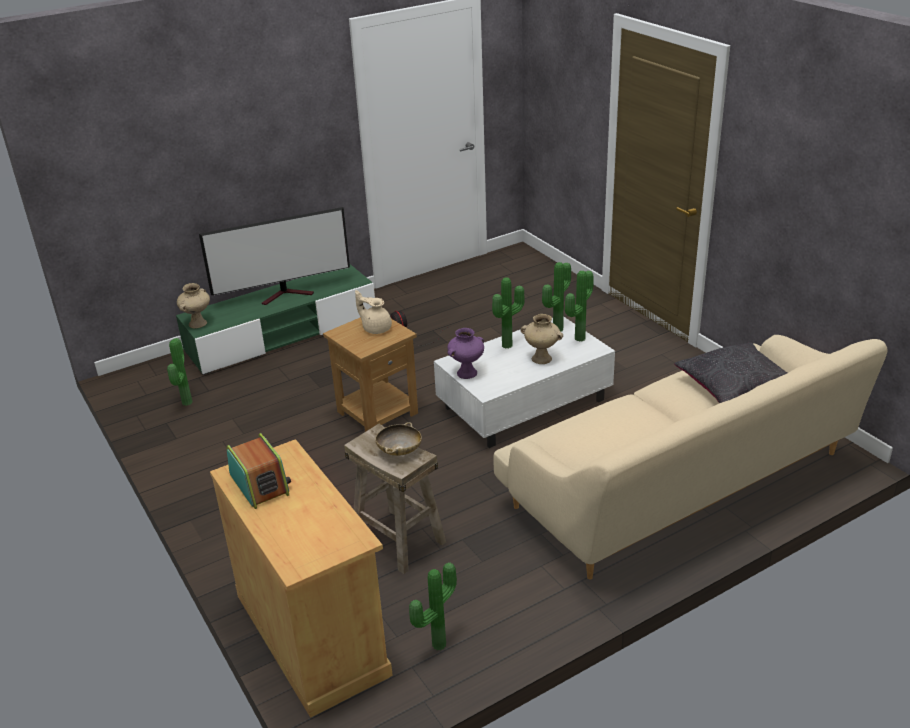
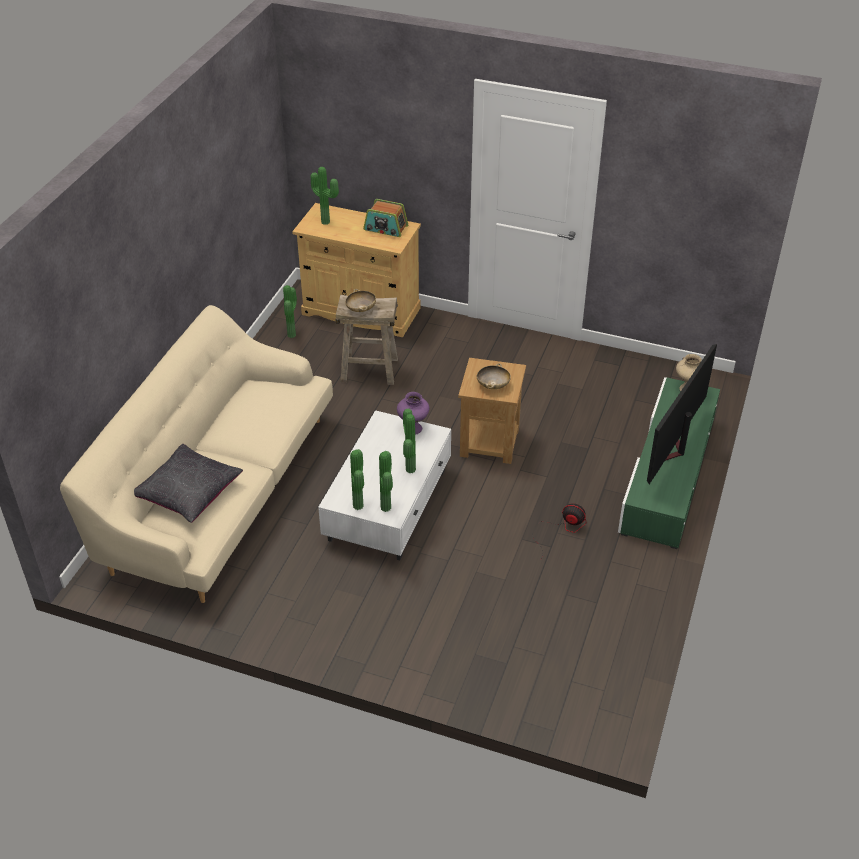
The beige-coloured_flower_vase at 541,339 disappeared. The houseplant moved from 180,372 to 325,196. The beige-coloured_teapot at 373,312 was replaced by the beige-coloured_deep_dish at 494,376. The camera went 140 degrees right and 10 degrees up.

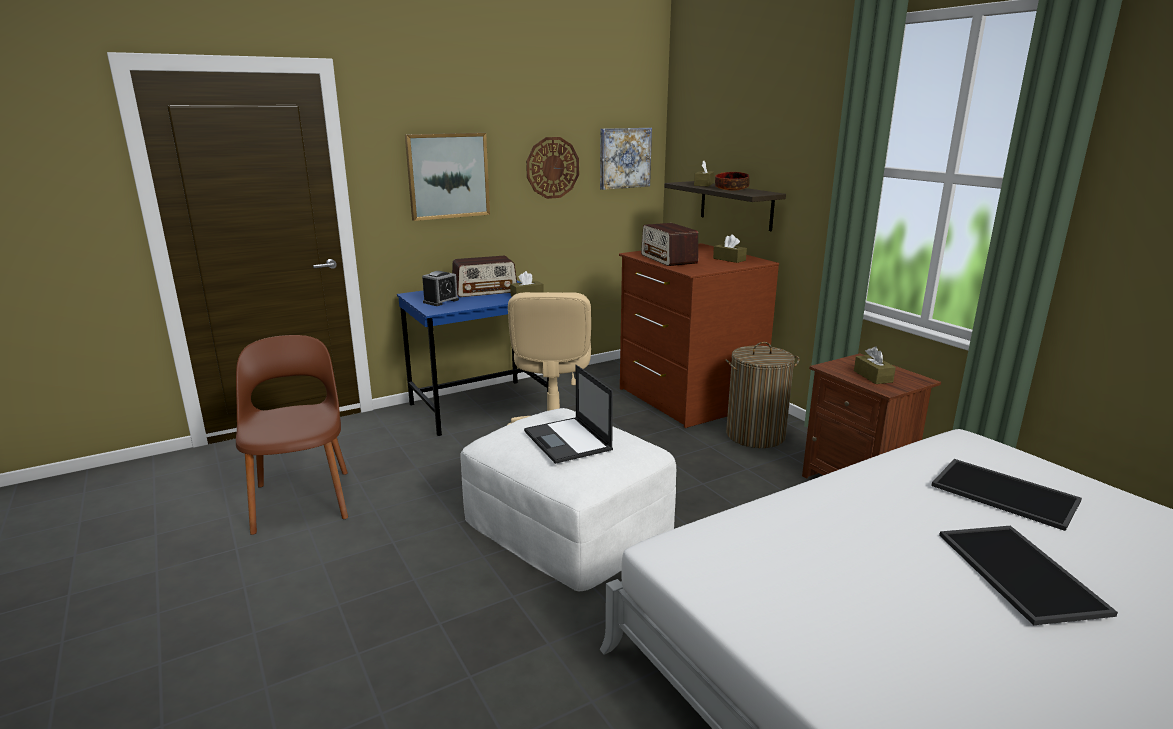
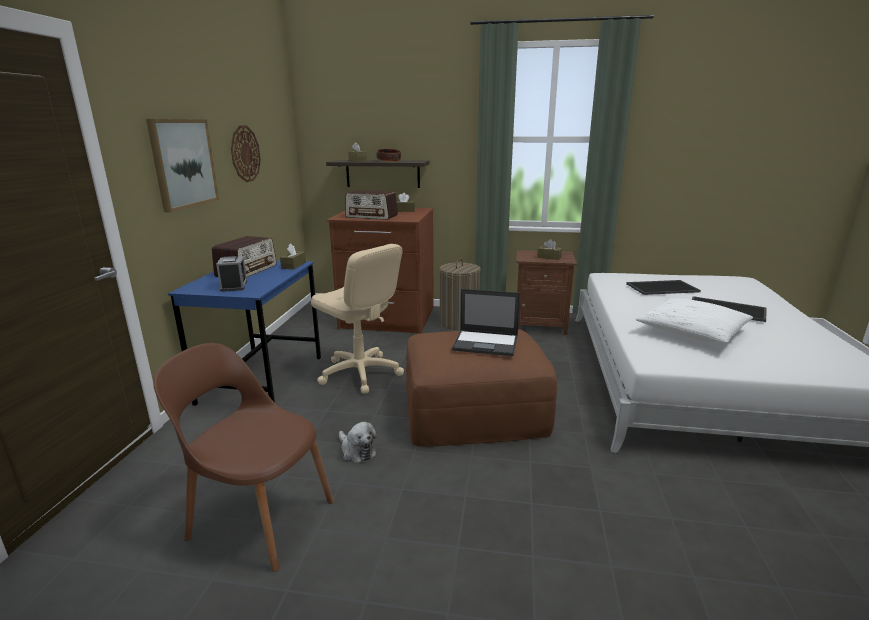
The wall_picture at 626,159 disappeared. The plush_toy at 358,442 appeared. The whitish_cushion at 694,320 appeared. The whitish_footrest at 568,499 became the brown_footrest at 481,387. The camera went 50 degrees left and 0 degrees up.

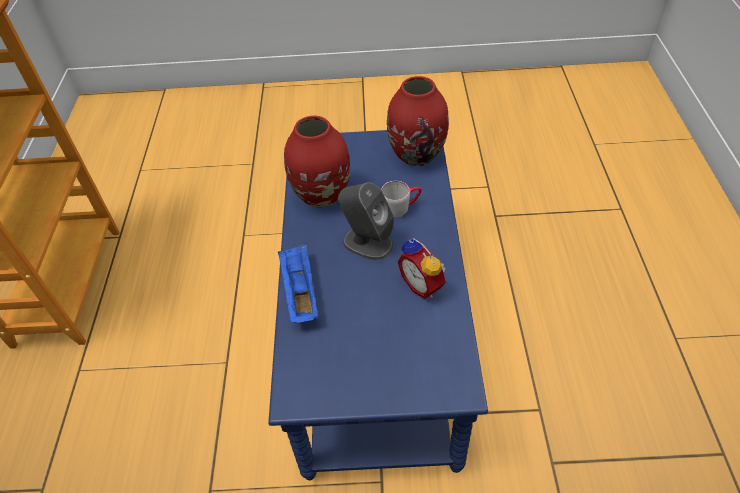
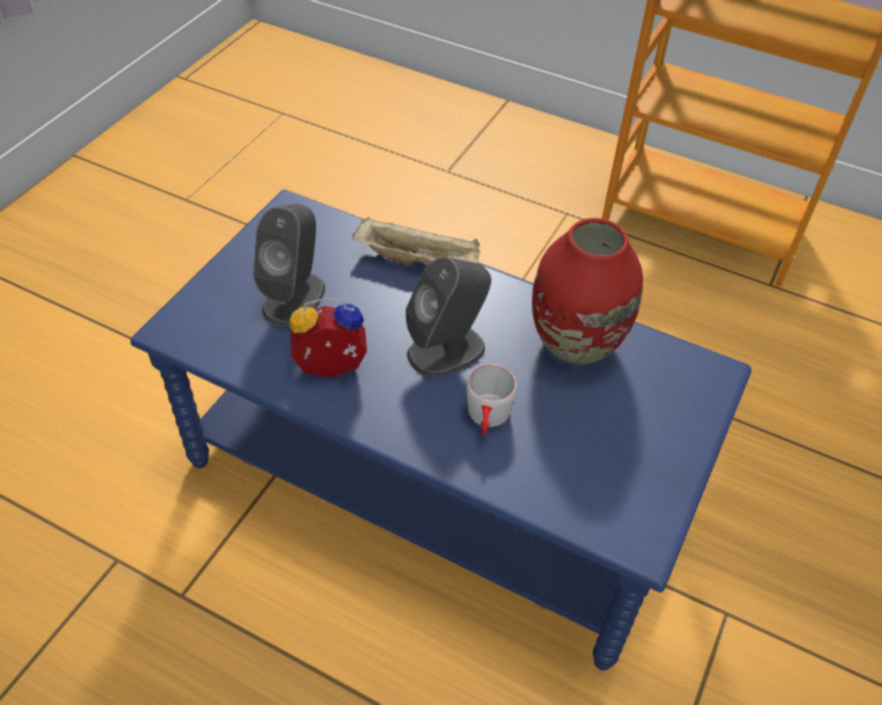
The red_flower_vase at 418,121 disappeared. The gray_speaker at 289,265 appeared. The blue_tray at 298,283 became the beige-coloured_tray at 416,241. The camera went 115 degrees right and 0 degrees up.

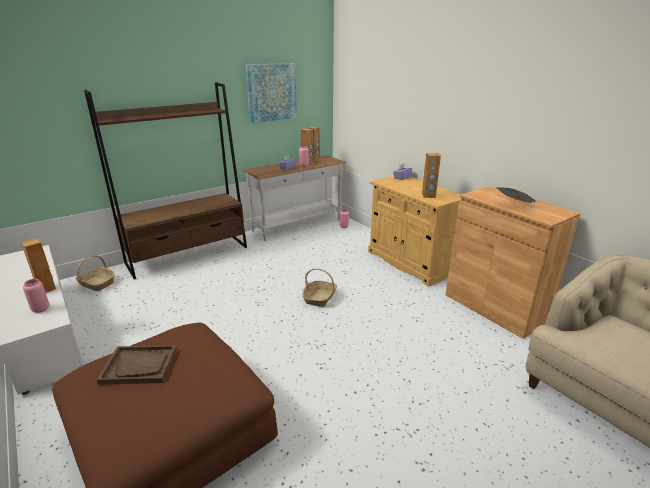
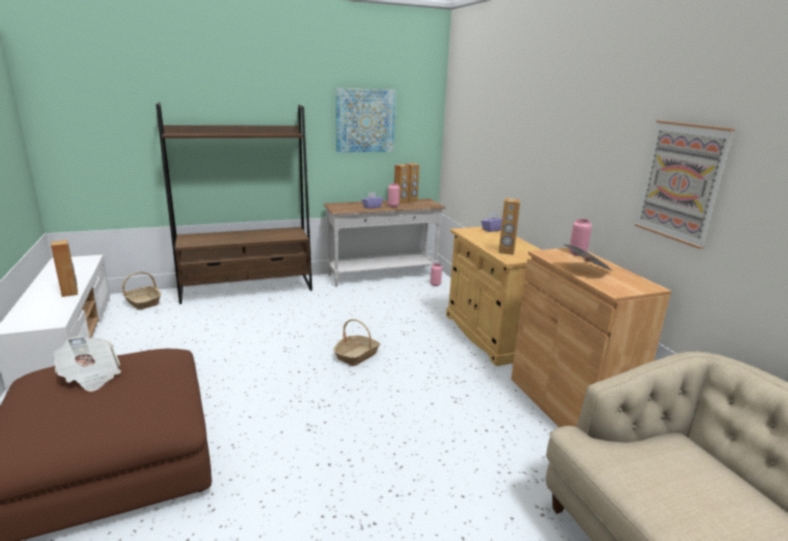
The wall_picture at 685,184 appeared. The pink_flower_vase moved from 36,296 to 580,237. The brown_tray at 137,365 was replaced by the printed_paper at 87,364. The camera went 15 degrees right and 5 degrees down.

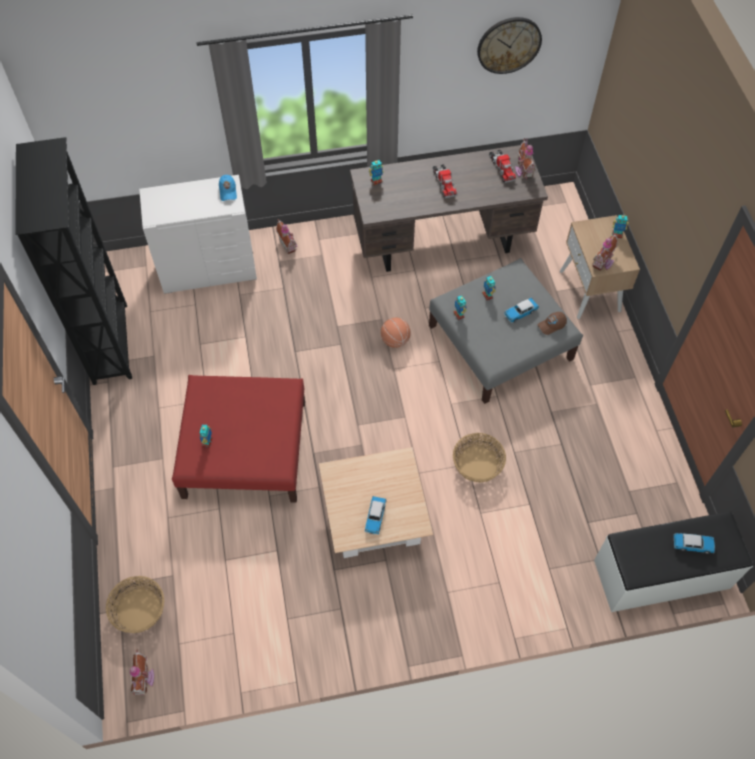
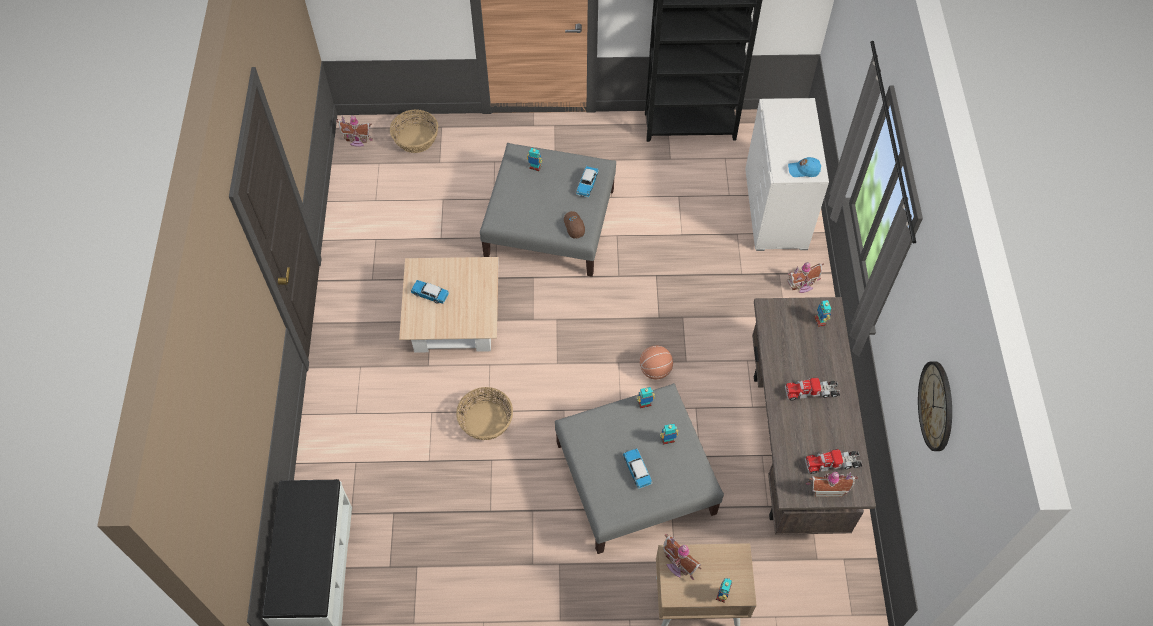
The brown_baseball_cap moved from 552,323 to 574,225. The miniature_car moved from 694,543 to 587,181. The red_footrest at 238,439 became the gray_footrest at 548,210. The camera went 100 degrees right and 0 degrees up.

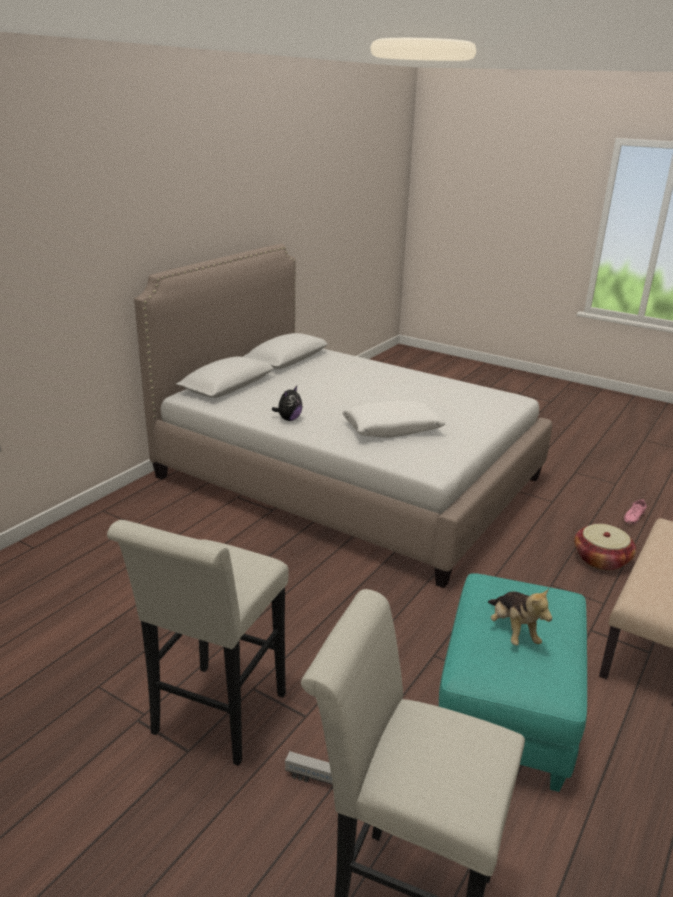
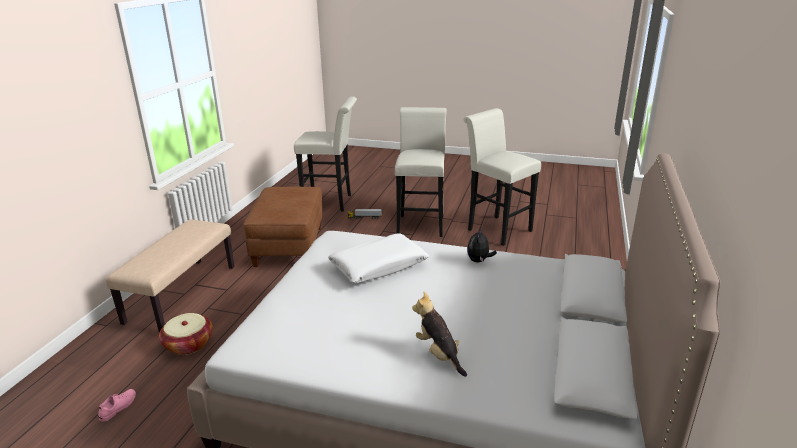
The whitish_stool_seat at 502,177 appeared. The plush_toy moved from 520,616 to 439,334. The turquoise-coloured_footrest at 513,682 became the brown_footrest at 283,227. The camera went 165 degrees right and 0 degrees up.

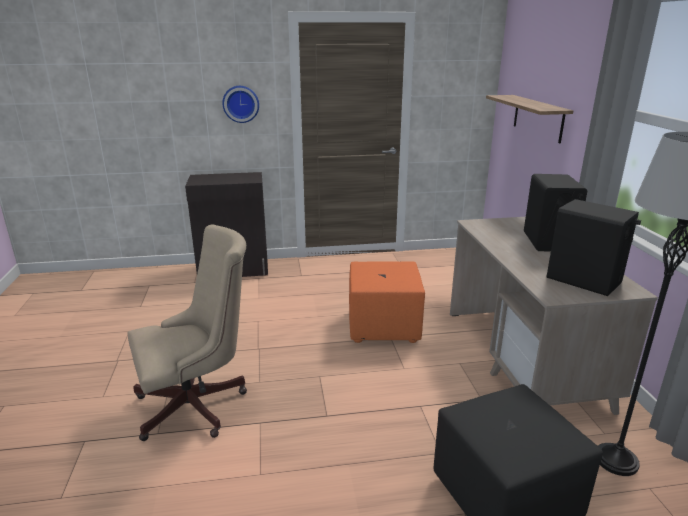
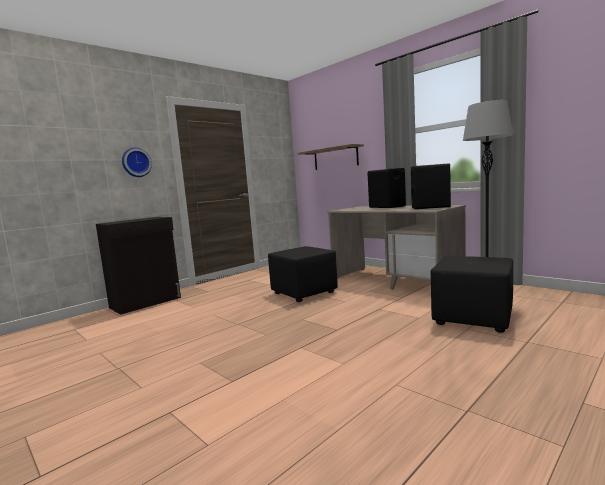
The beige-coloured_desk_chair at 187,333 disappeared. The orangey_footrest at 387,302 became the black-coloured_footrest at 303,274. The camera went 35 degrees left and 15 degrees down.

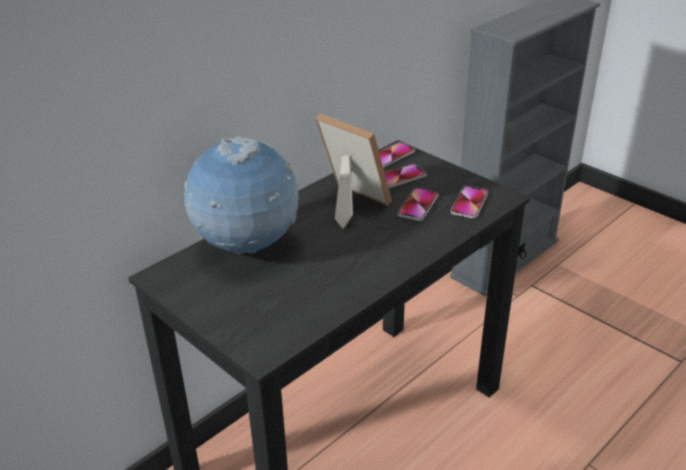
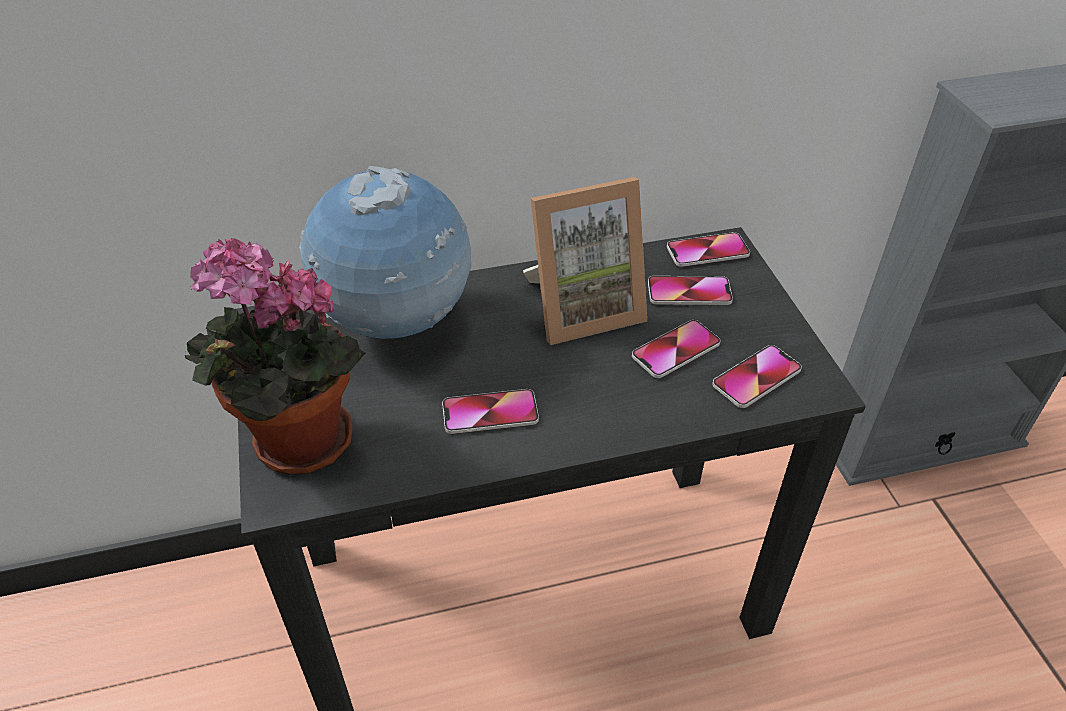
The houseplant at 275,356 appeared. The phone at 490,411 appeared. The picture_frame at 353,171 turned 90 degrees clockwise. The camera went 30 degrees right and 10 degrees up.

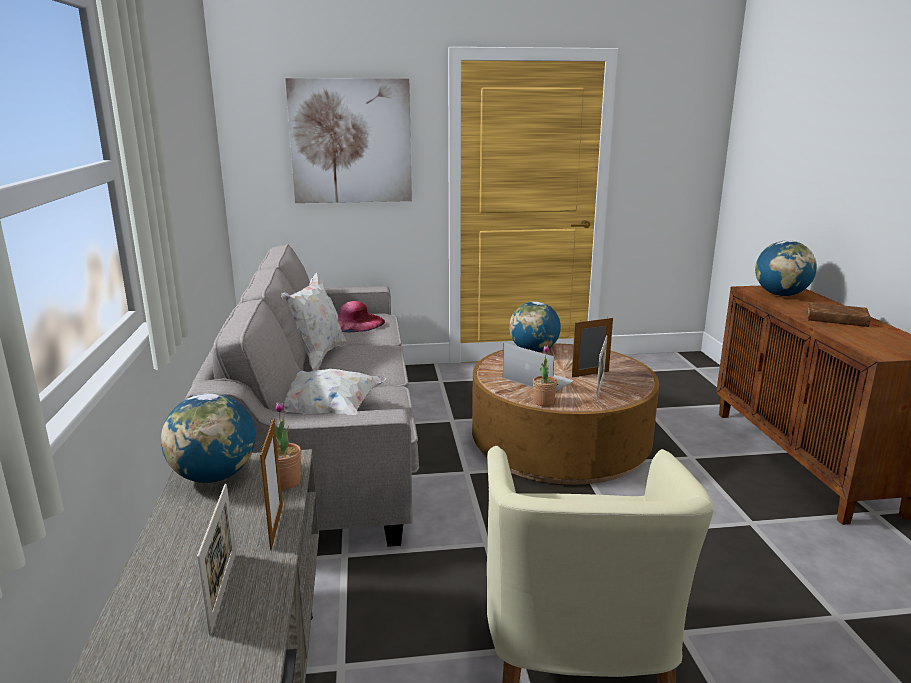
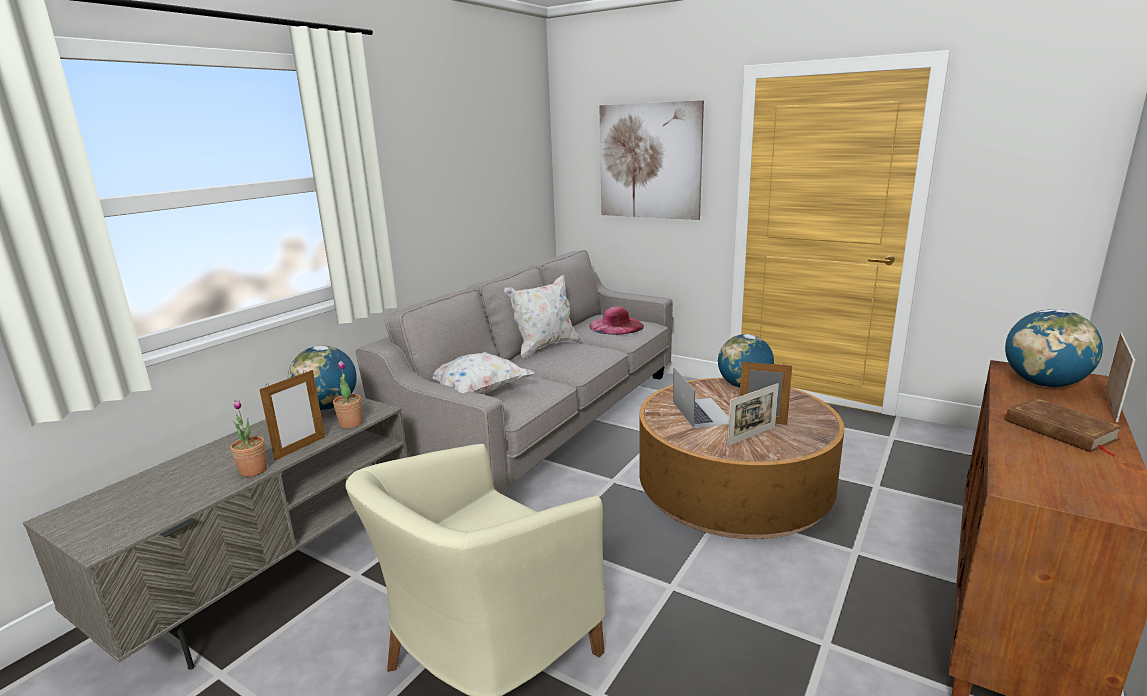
The picture_frame moved from 216,559 to 1120,377. The houseplant moved from 545,375 to 248,438. The camera went 40 degrees right and 0 degrees up.

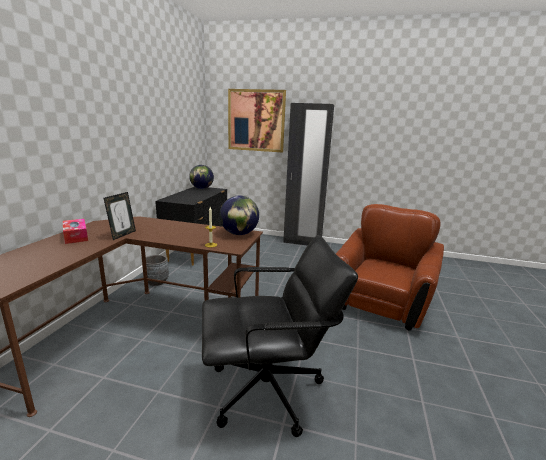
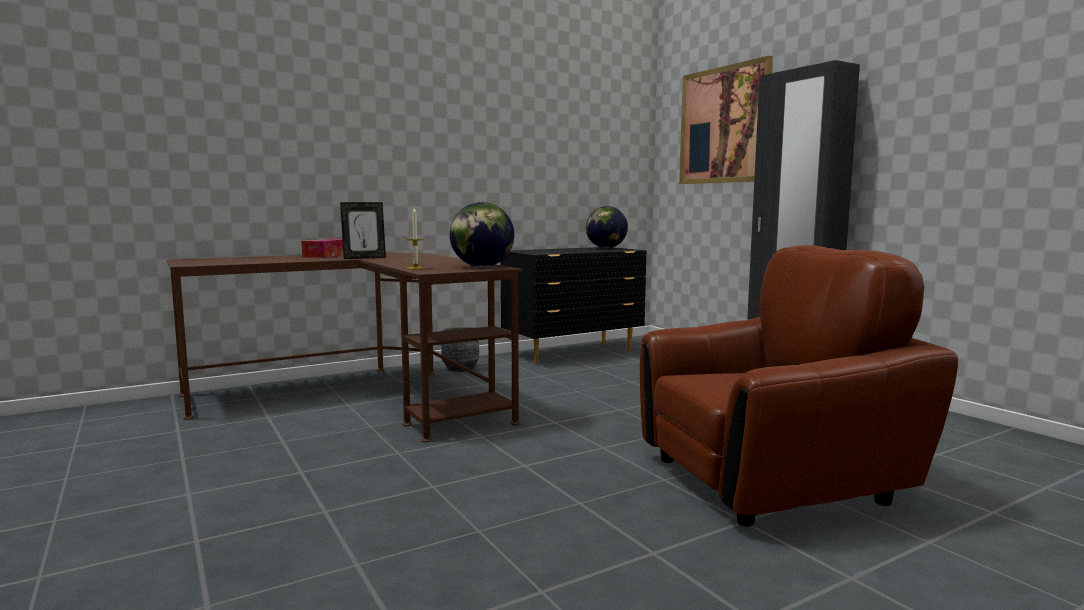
The black-coloured_desk_chair at 280,336 disappeared. The camera went 45 degrees right and 10 degrees down.

